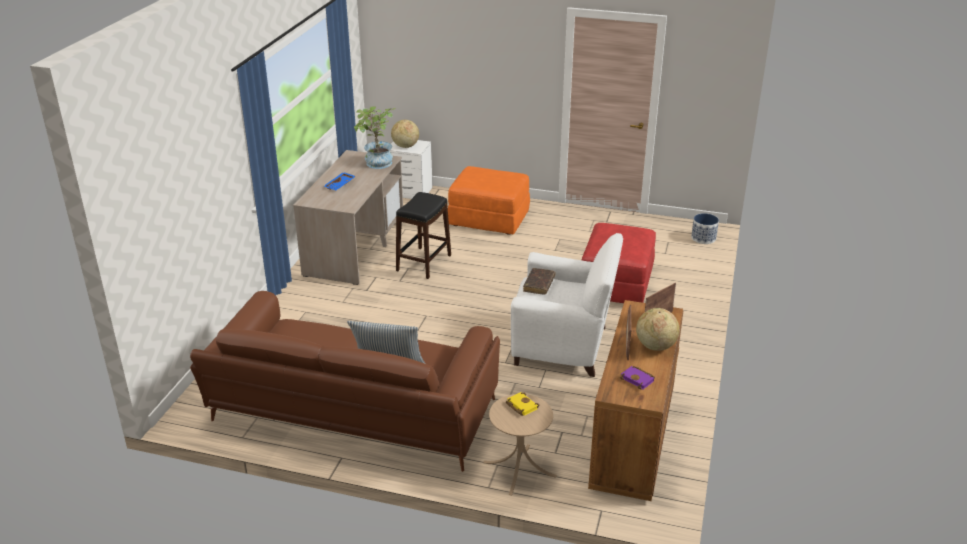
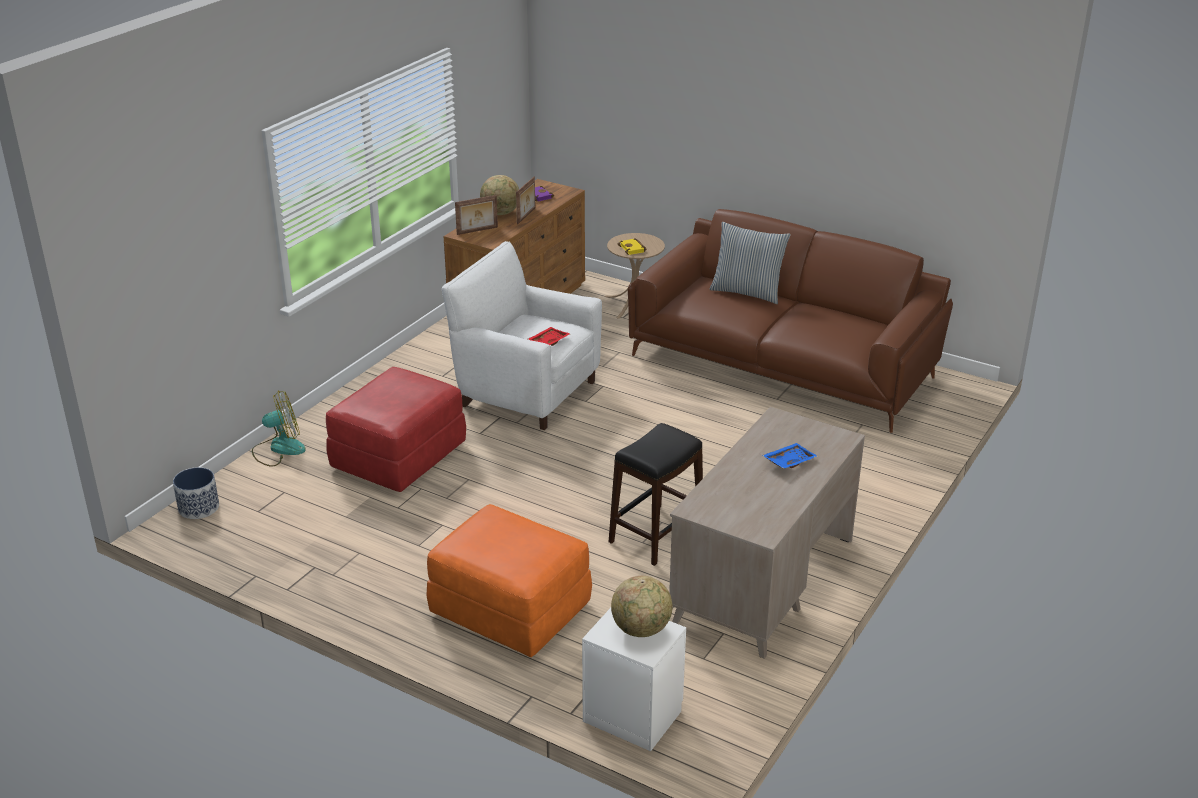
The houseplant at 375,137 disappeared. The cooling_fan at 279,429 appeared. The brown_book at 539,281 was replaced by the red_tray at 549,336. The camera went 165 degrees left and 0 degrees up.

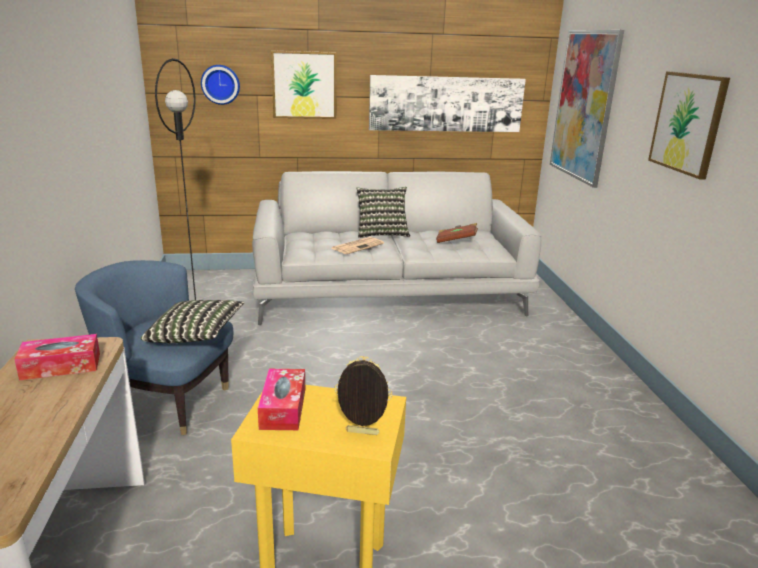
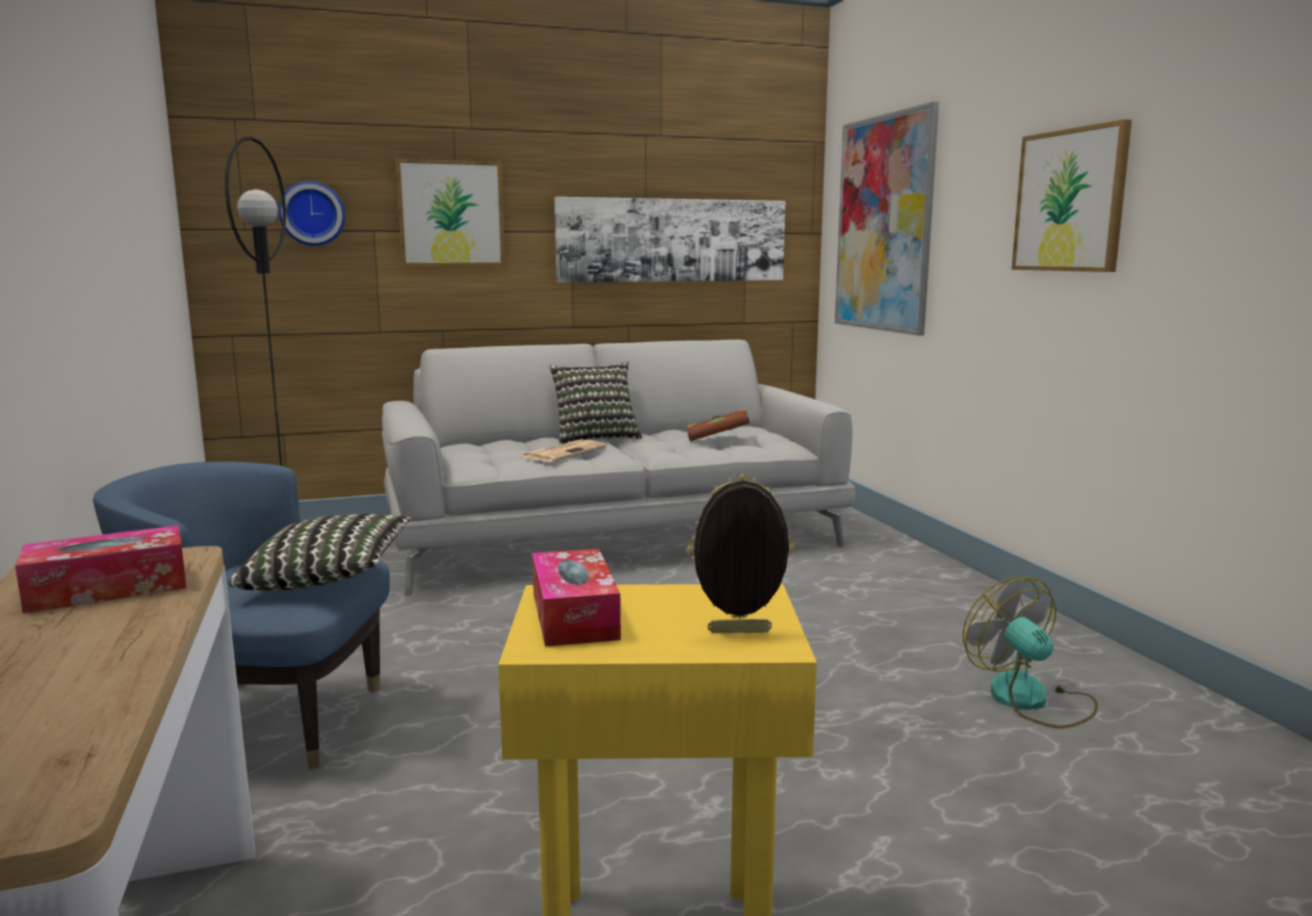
The cooling_fan at 1030,653 appeared. The camera went 10 degrees left and 10 degrees down.

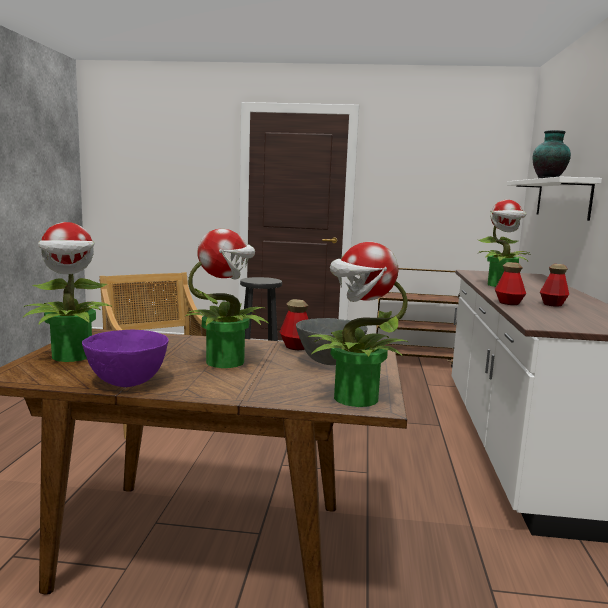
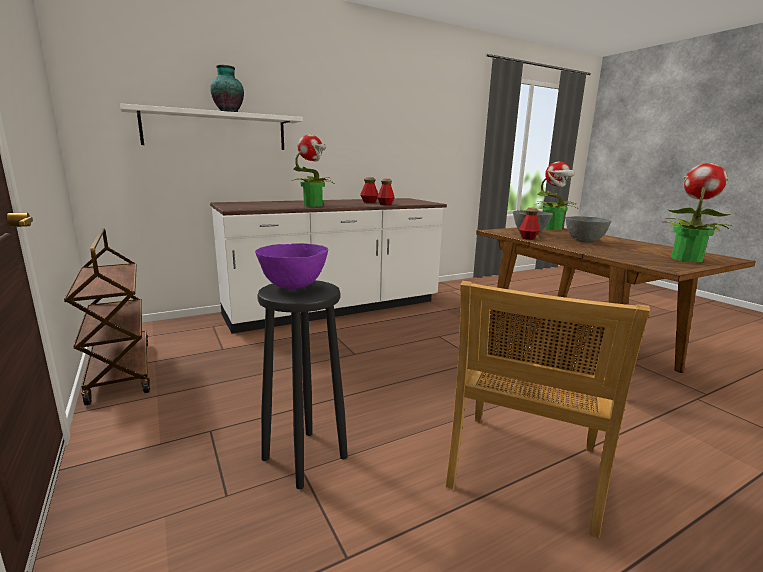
The purple-coloured_deep_dish moved from 125,358 to 291,266. The houseplant at 227,298 was replaced by the gray_deep_dish at 588,229. The camera went 125 degrees left and 5 degrees up.

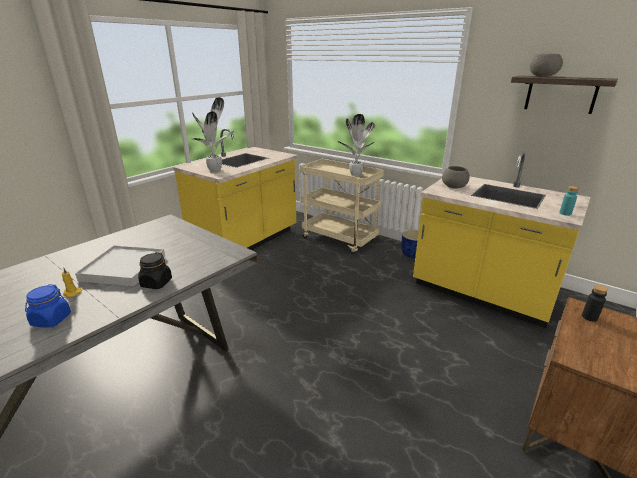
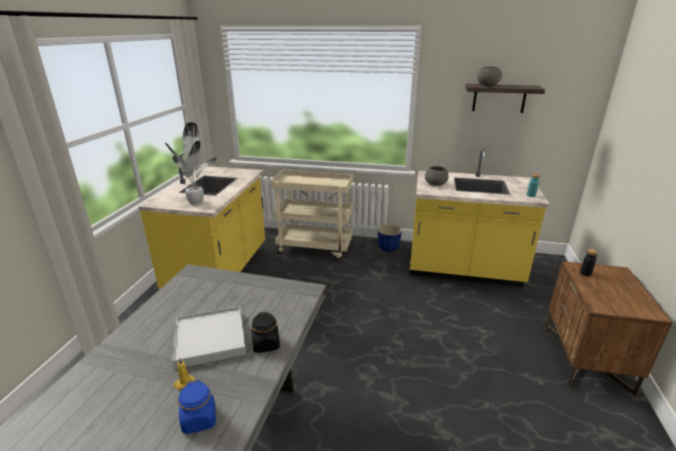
The houseplant at 356,145 disappeared. The camera went 25 degrees left and 0 degrees up.

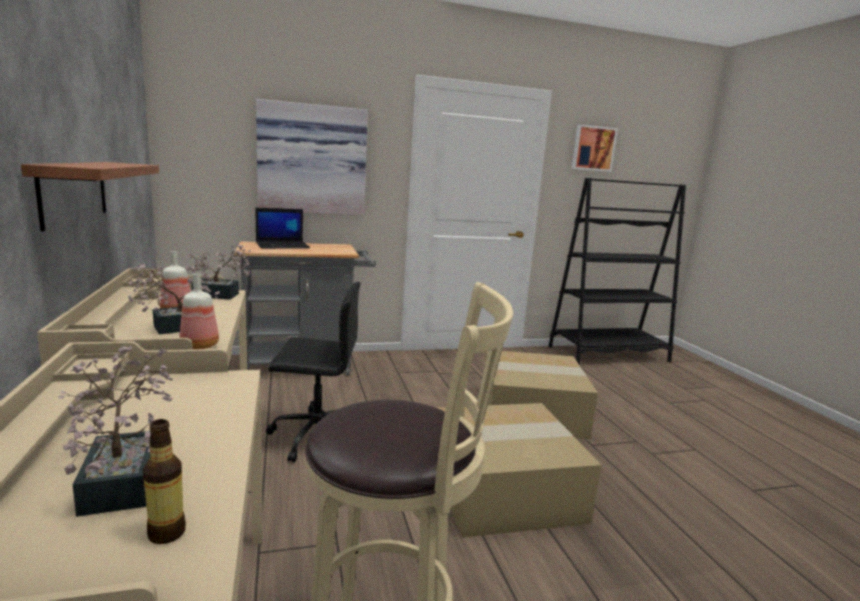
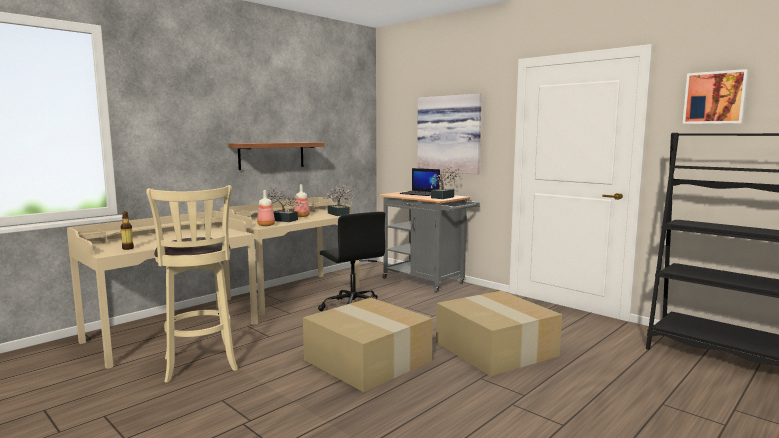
The houseplant moved from 115,431 to 445,183. The camera went 60 degrees right and 5 degrees down.

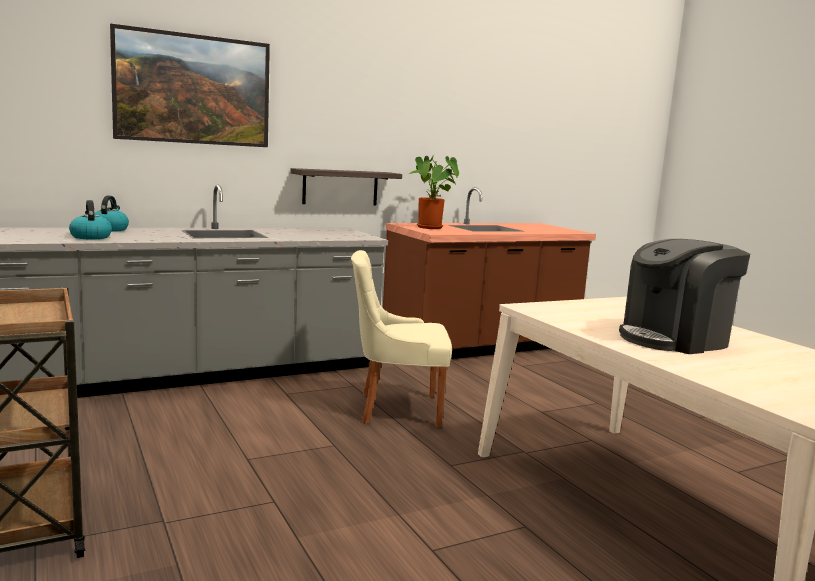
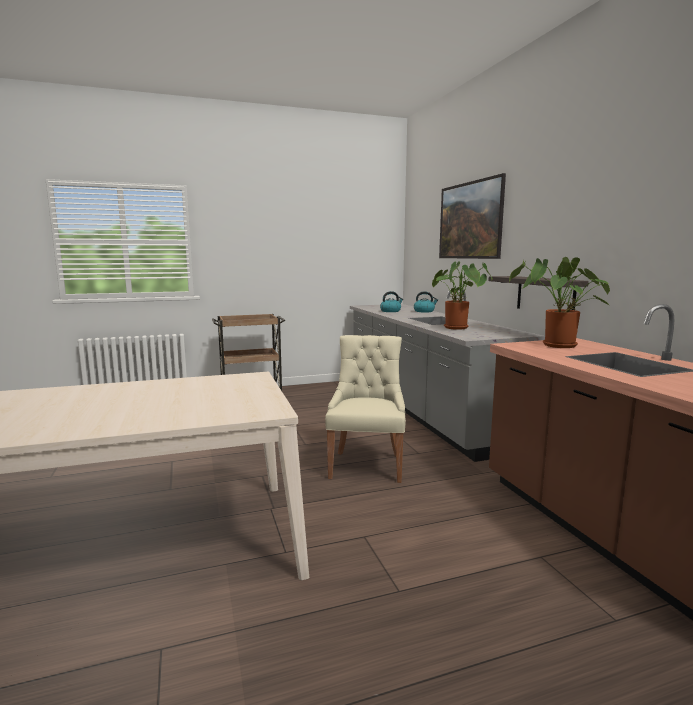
The coffee_maker at 684,296 disappeared. The houseplant at 462,295 appeared. The camera went 100 degrees right and 0 degrees up.

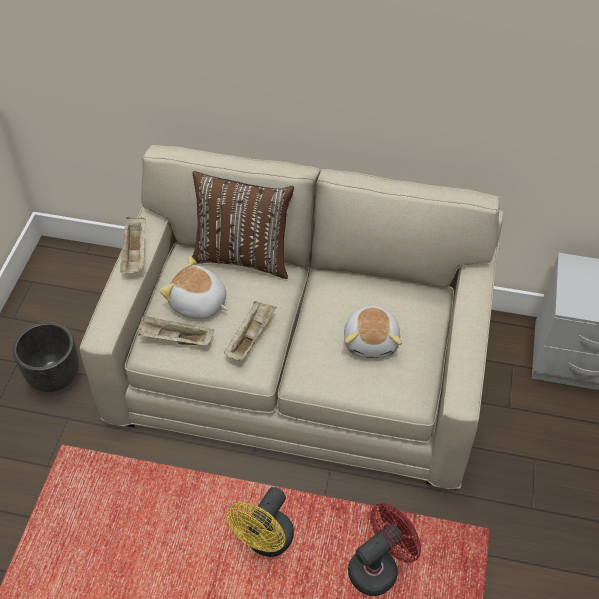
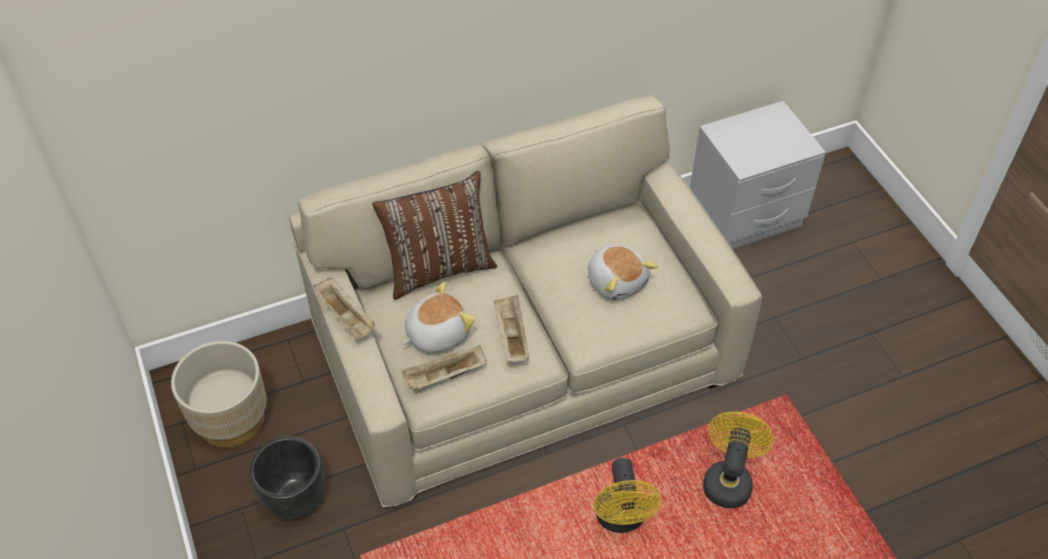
The beige-coloured_plant_pot at 219,394 appeared. The red_cooling_fan at 384,549 became the yellow-coloured_cooling_fan at 738,460. The plush_toy at 194,287 turned 150 degrees clockwise. The camera went 35 degrees left and 0 degrees up.

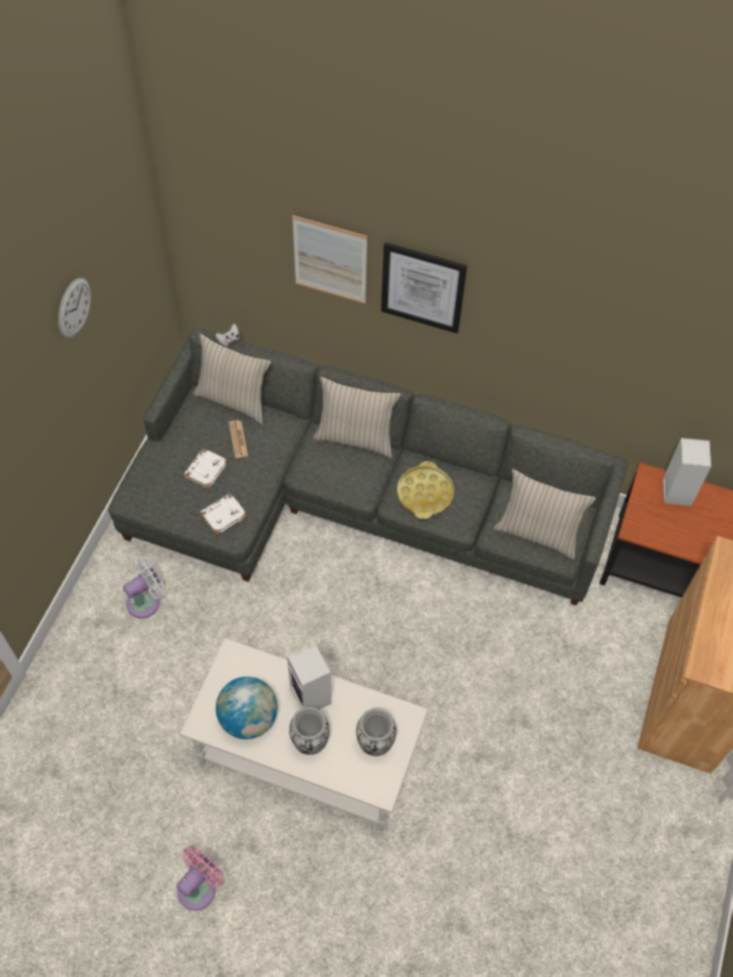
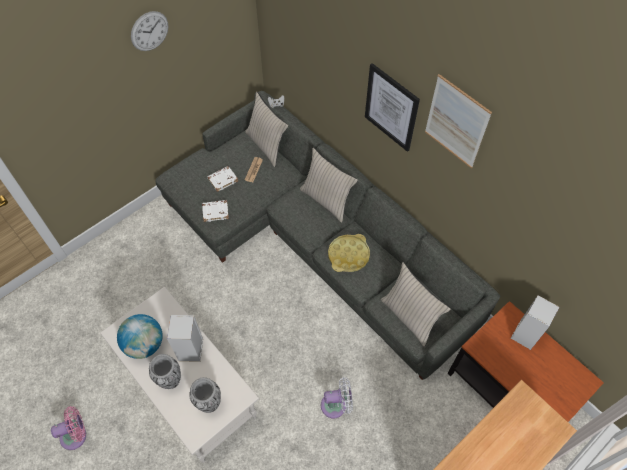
The whitish_cooling_fan moved from 144,588 to 337,397. The wall_picture moved from 329,259 to 458,121. The camera went 30 degrees right and 0 degrees up.

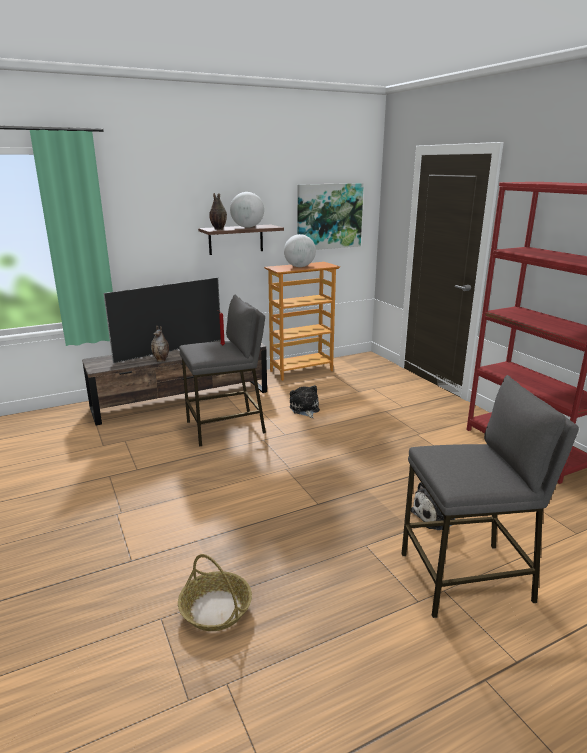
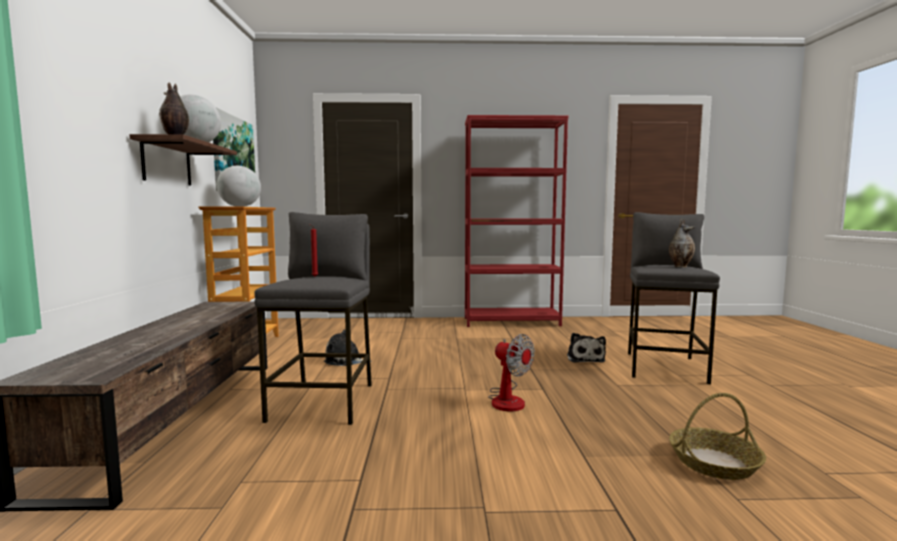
The TV at 162,320 disappeared. The cooling_fan at 511,373 appeared. The flower_vase moved from 160,344 to 682,243. The camera went 65 degrees left and 15 degrees down.

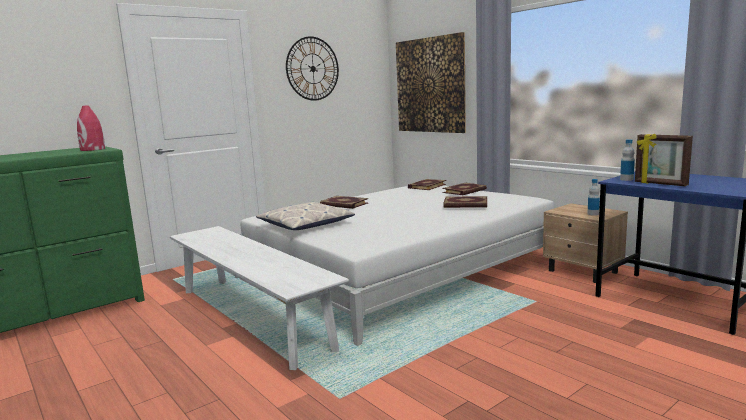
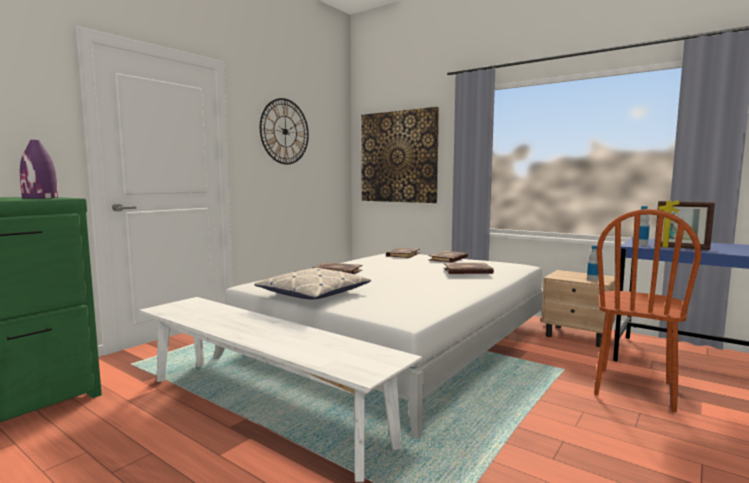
The brown_plain_chair at 647,311 appeared. The red_flower_vase at 91,128 became the purple-coloured_flower_vase at 39,169. The camera went 15 degrees left and 5 degrees down.

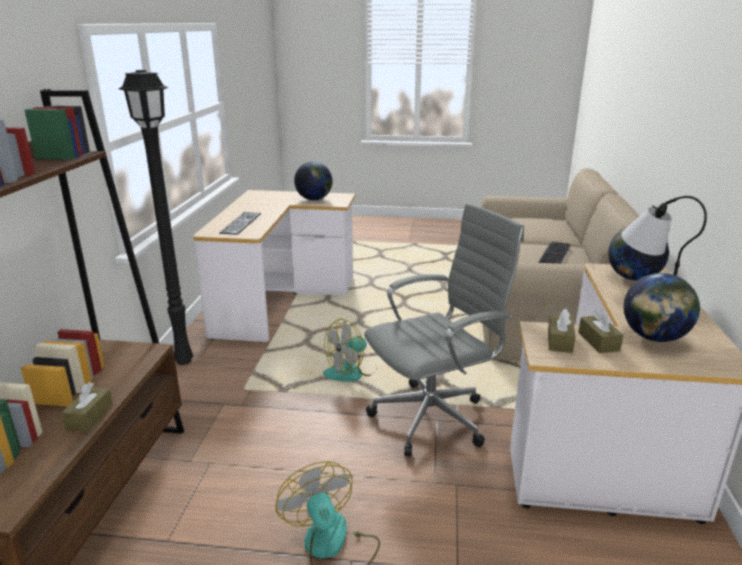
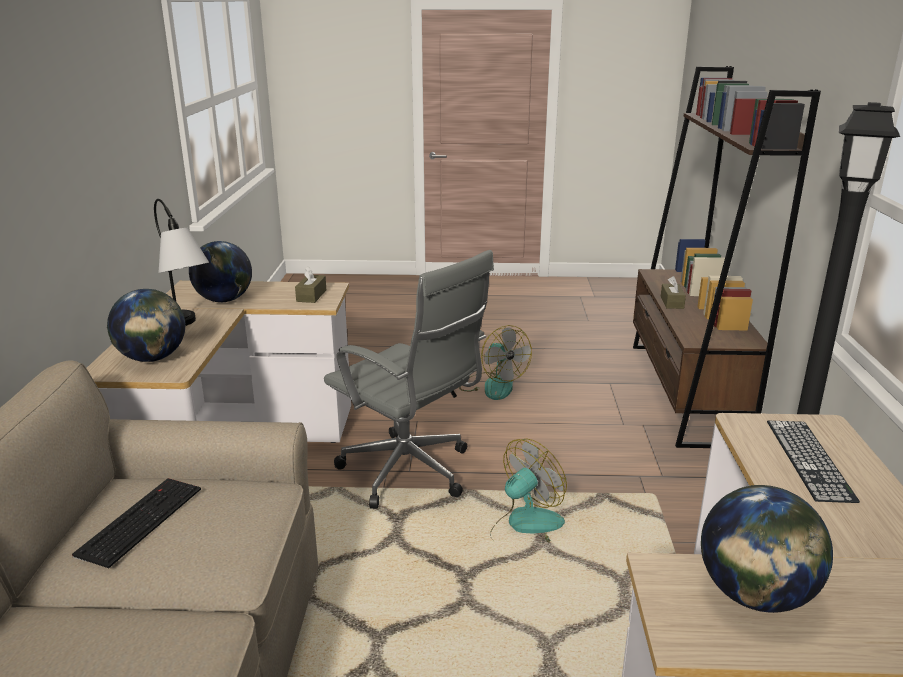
The brown_tissue_box at 600,331 disappeared. The gray_desk_chair at 444,329 turned 105 degrees counterclockwise. The camera went 175 degrees right and 0 degrees up.

